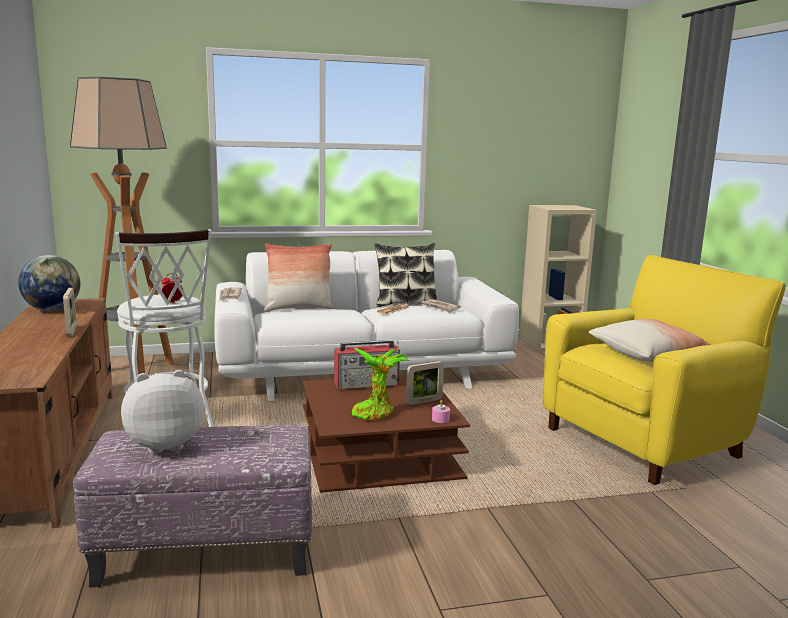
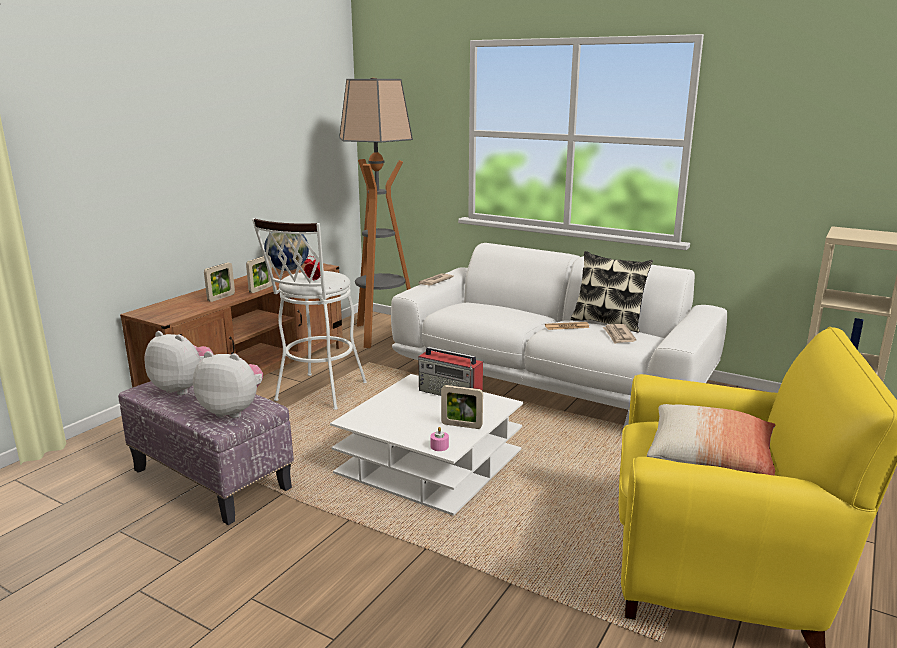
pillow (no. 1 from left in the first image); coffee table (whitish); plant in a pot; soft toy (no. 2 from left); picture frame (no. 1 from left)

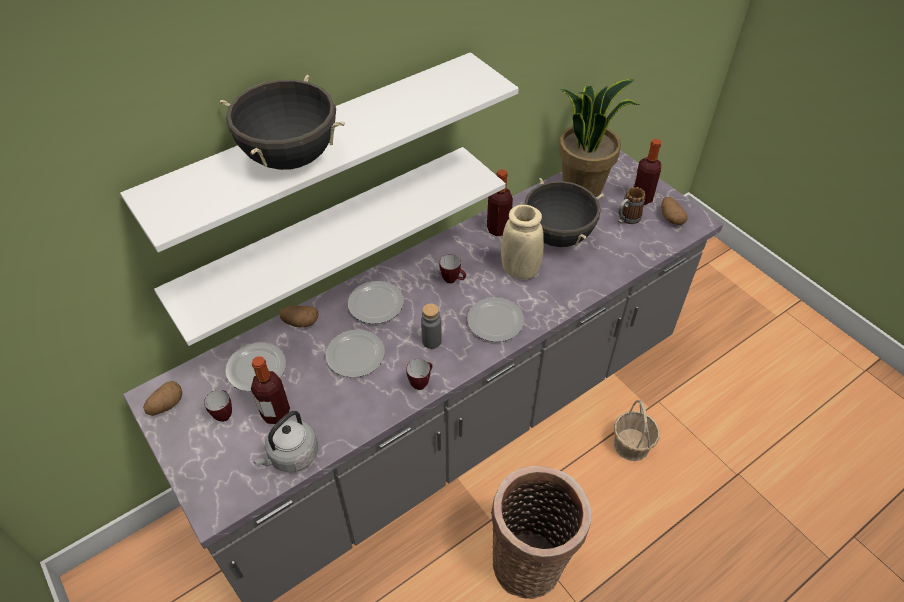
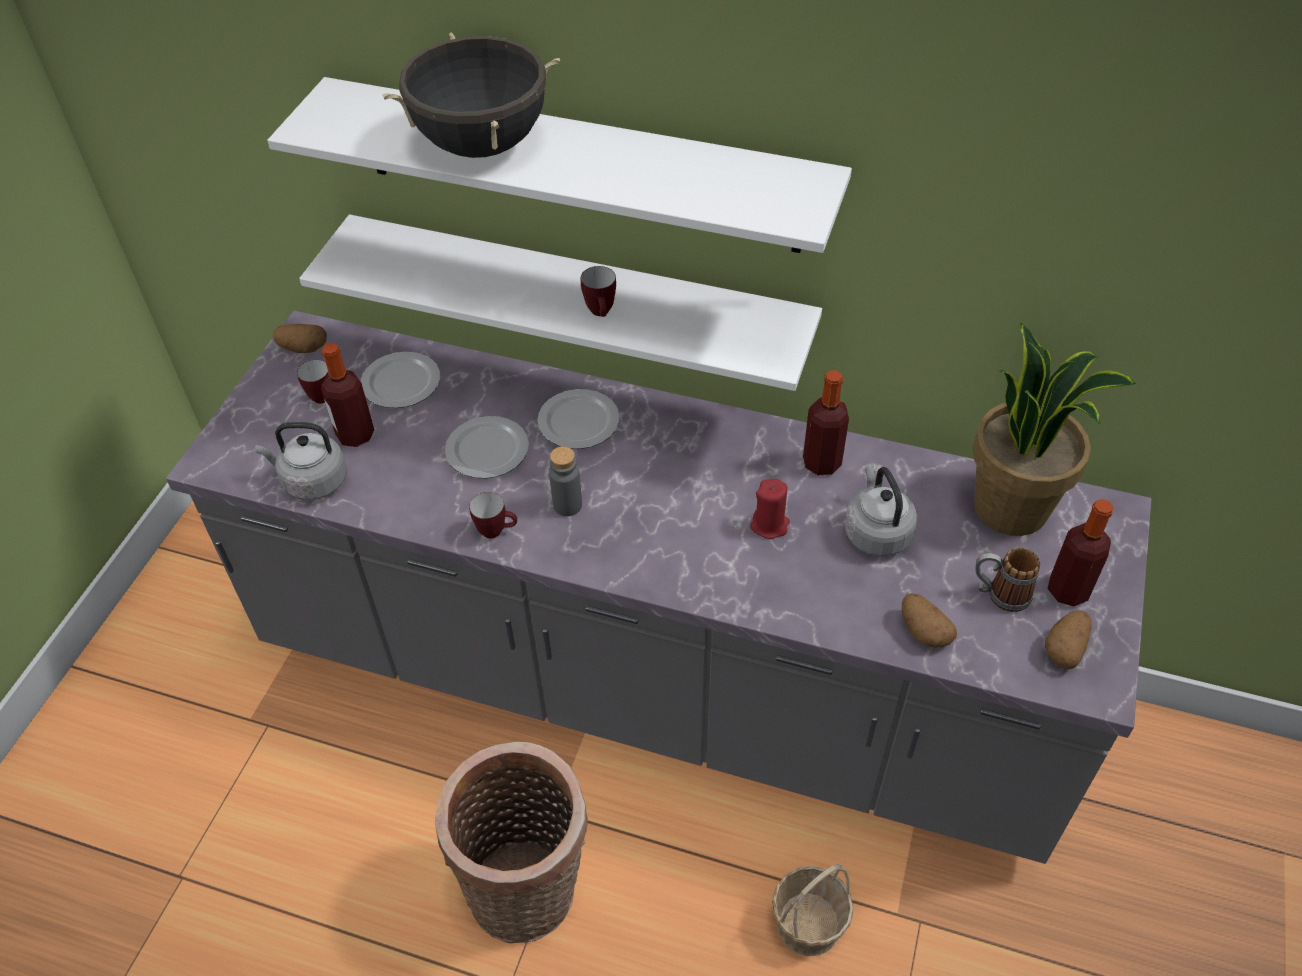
whole potato (no. 2 from left); coffee mug (no. 3 from left); flat dish (no. 4 from left in the first image); wax candle (red-coloured); kettle (gray) (no. 2 from left)

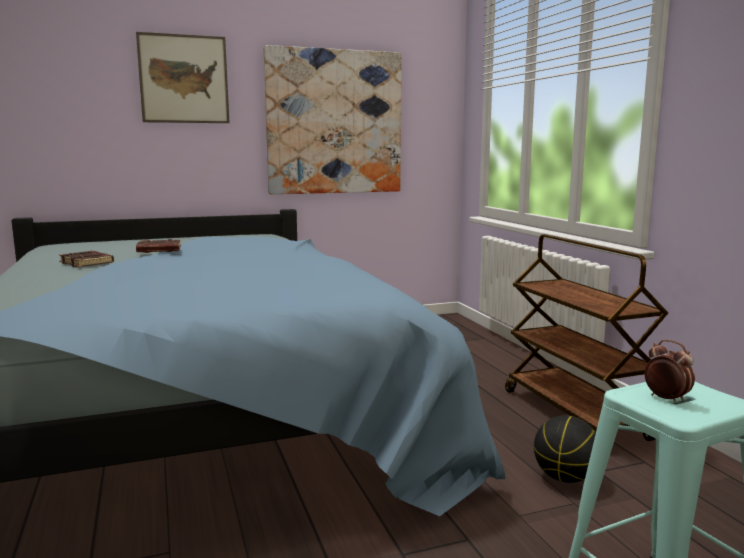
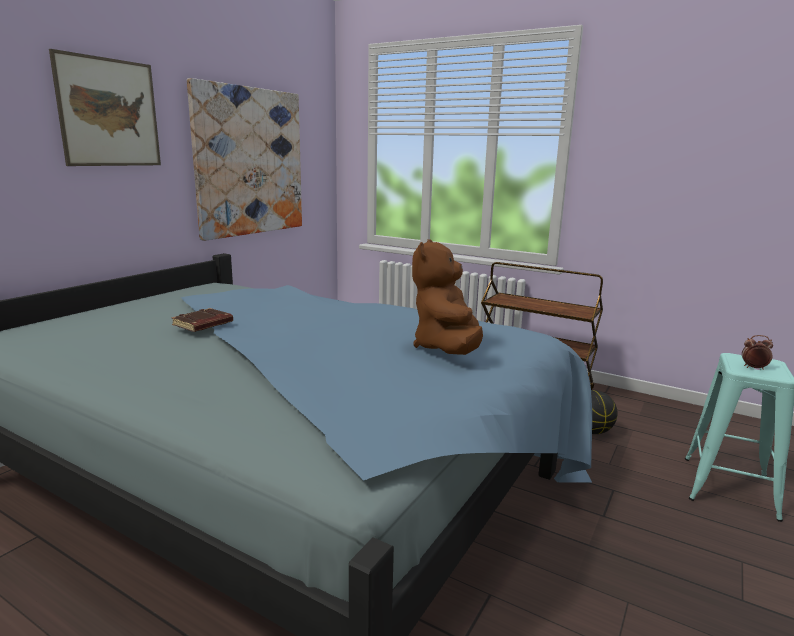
book (brown) (no. 1 from left in the first image); soft toy (brown)

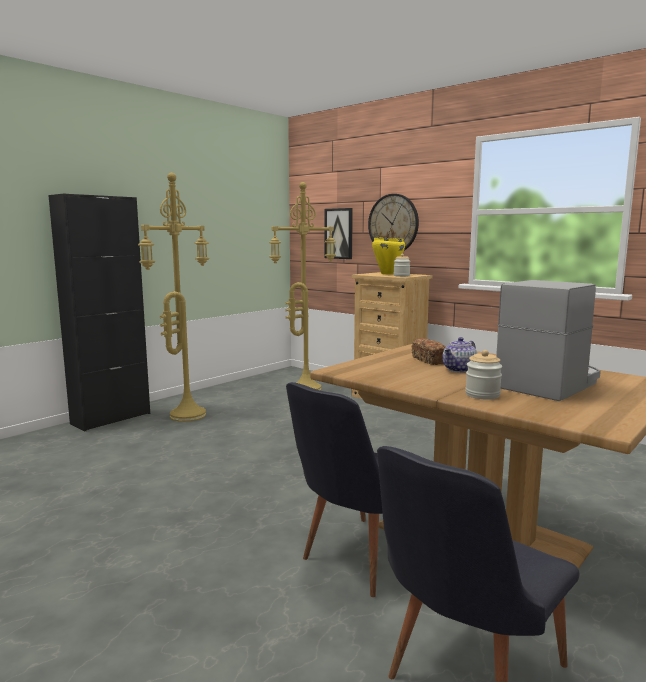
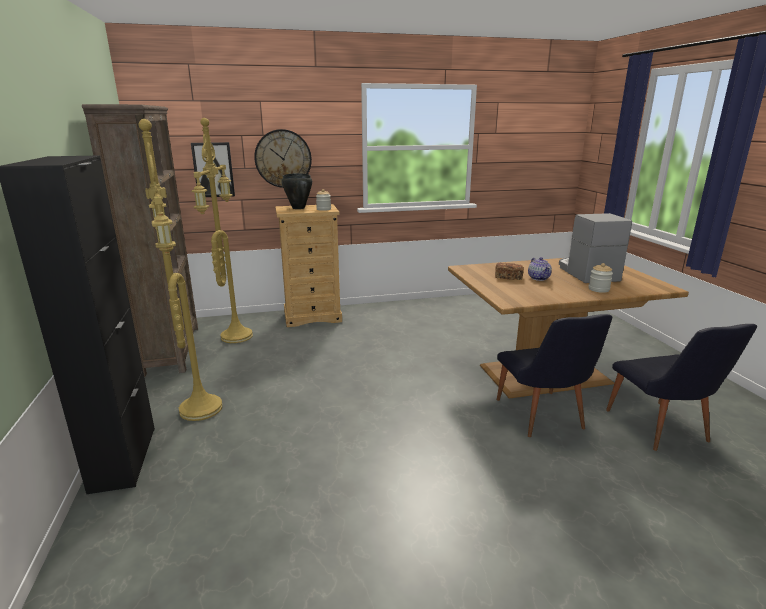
stockpot (blackish); shelving unit (brown)

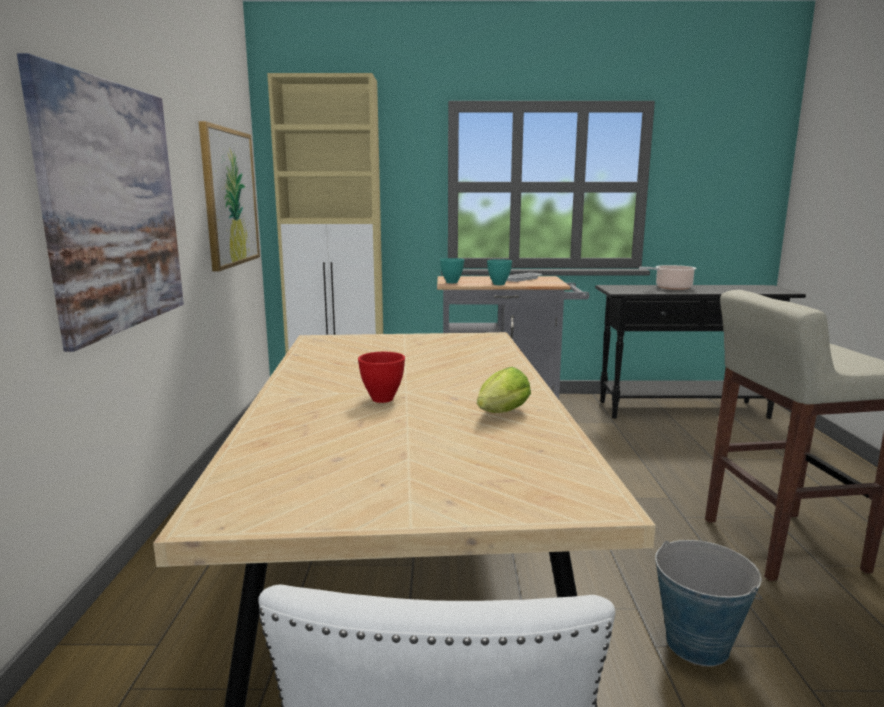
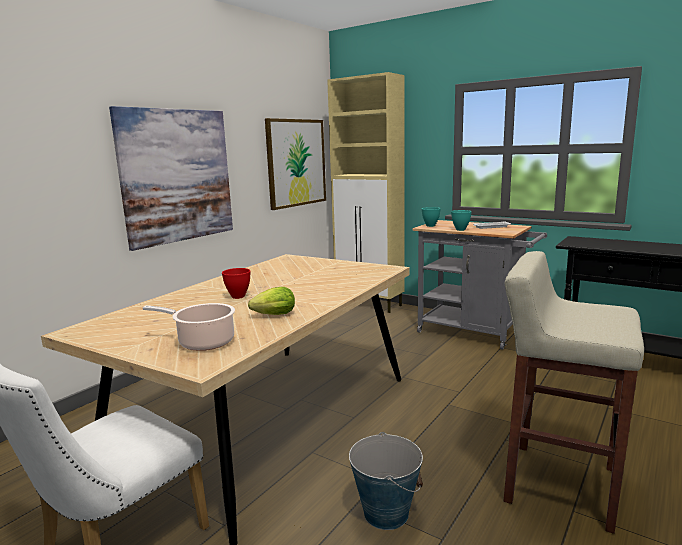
stockpot

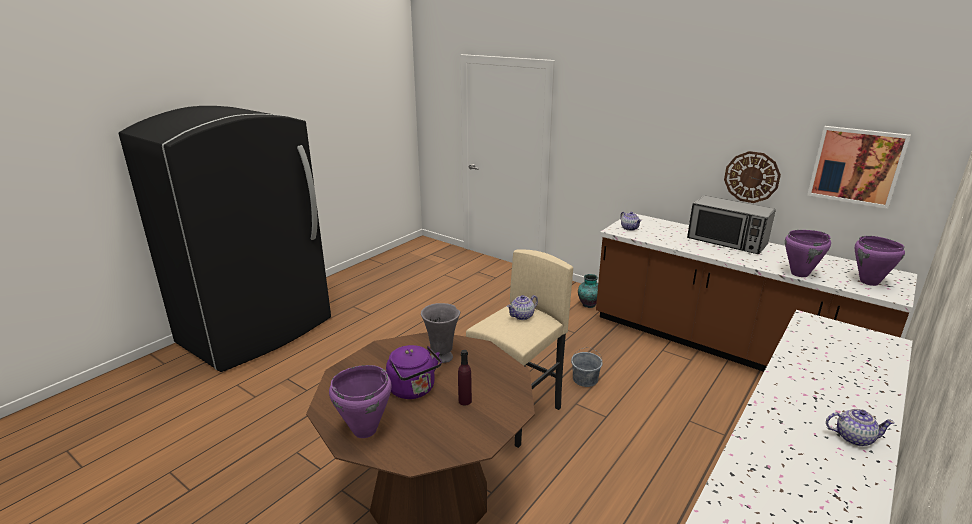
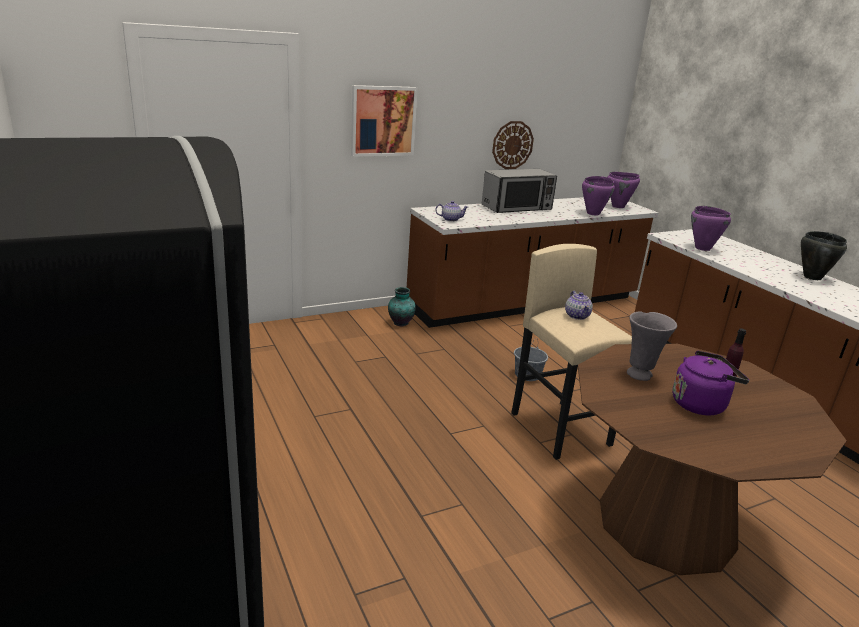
stockpot (purplish) (no. 3 from left); wall picture; stockpot (blackish)

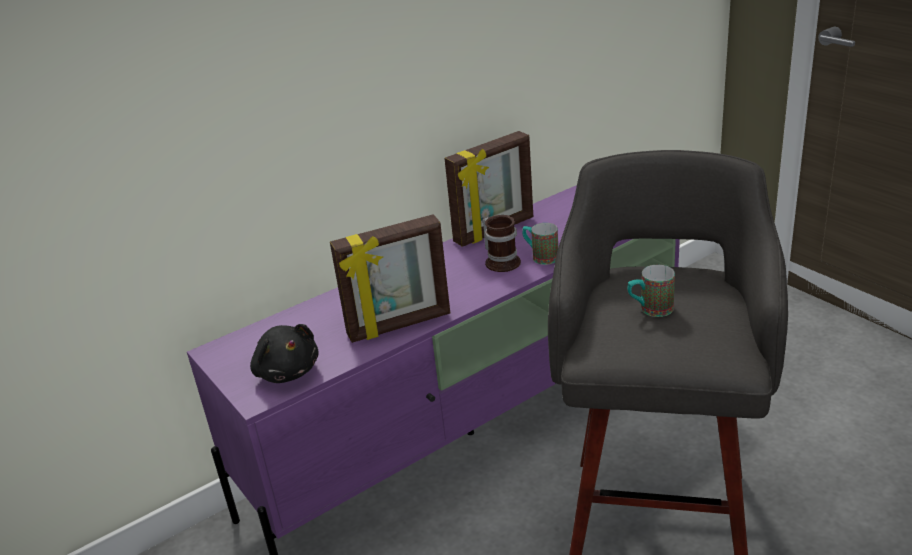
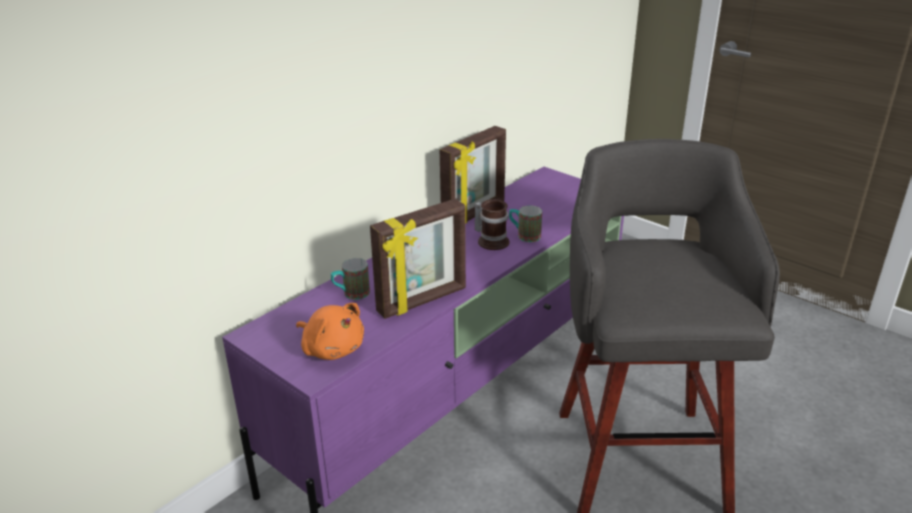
soft toy (orange); coffee mug (no. 1 from left)

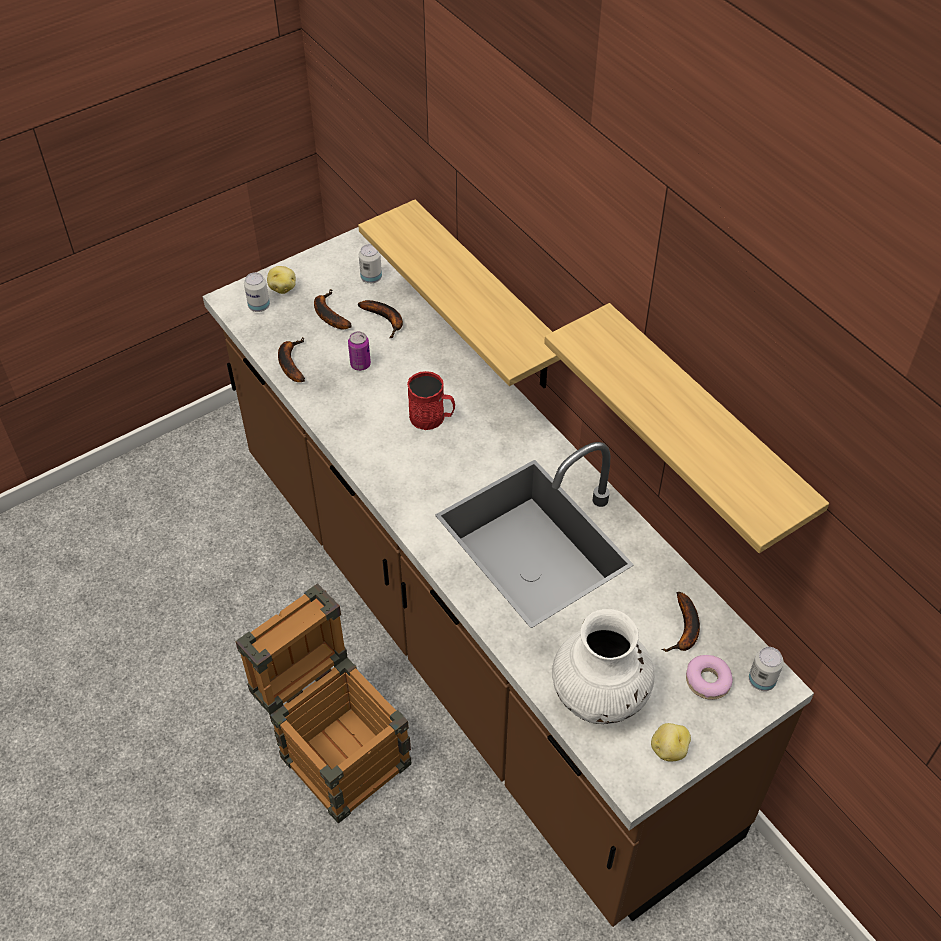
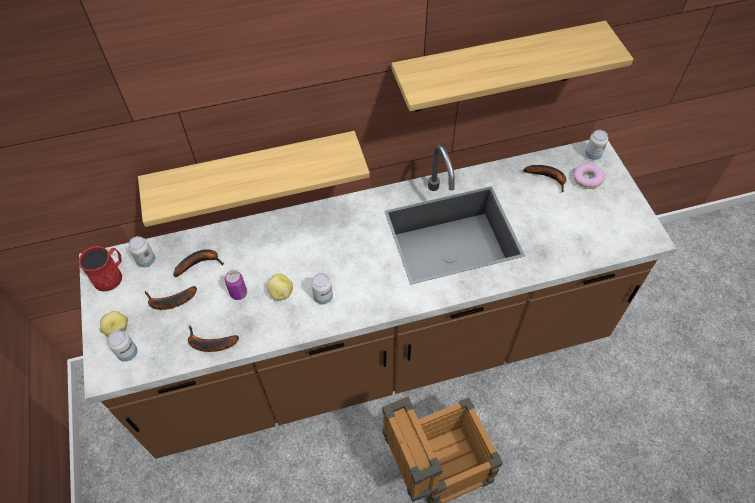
coffee mug (red-coloured); flower vase (whitish); whole potato (no. 2 from left); can (no. 4 from left)

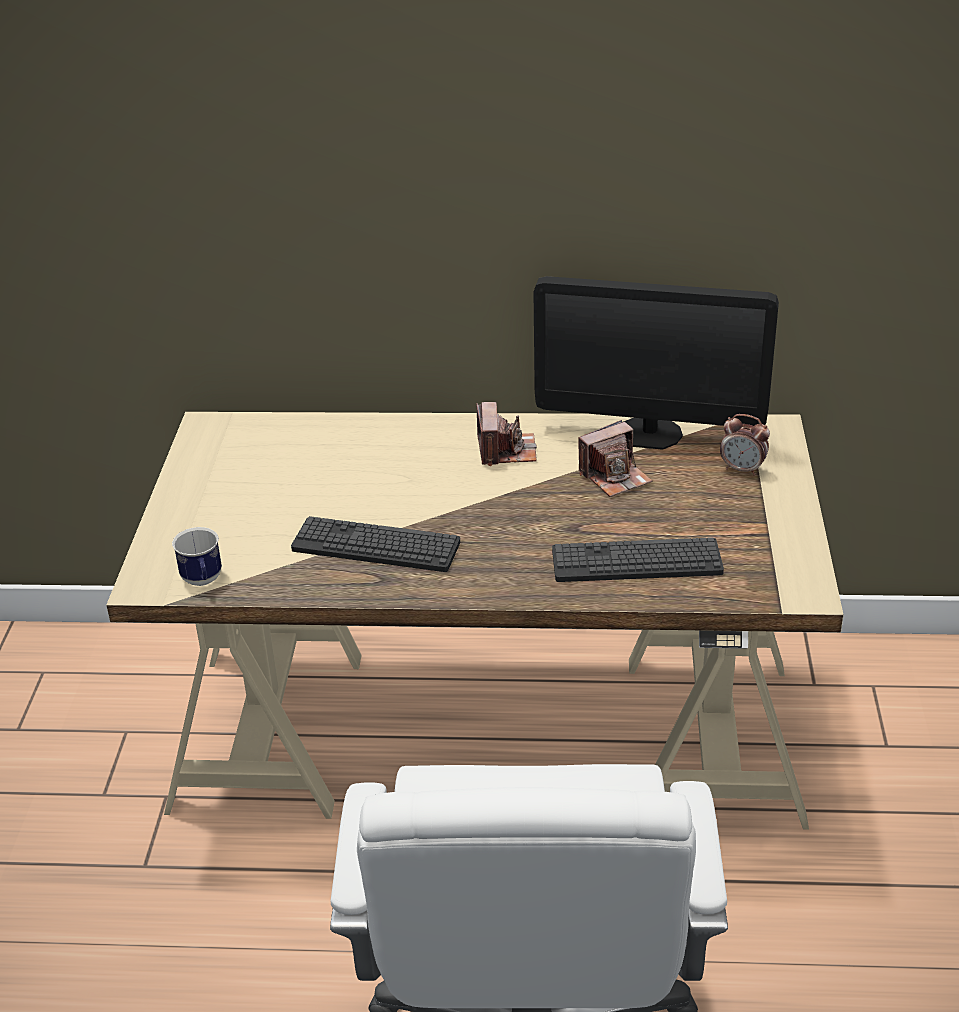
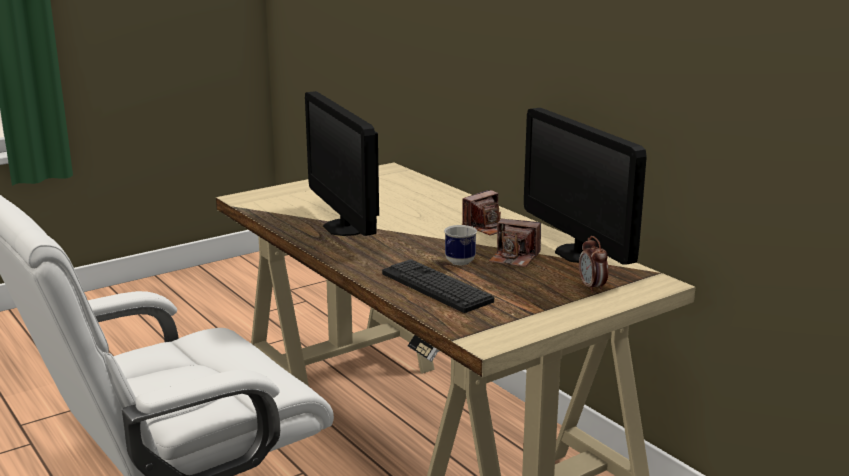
coffee mug; computer display (no. 1 from left)

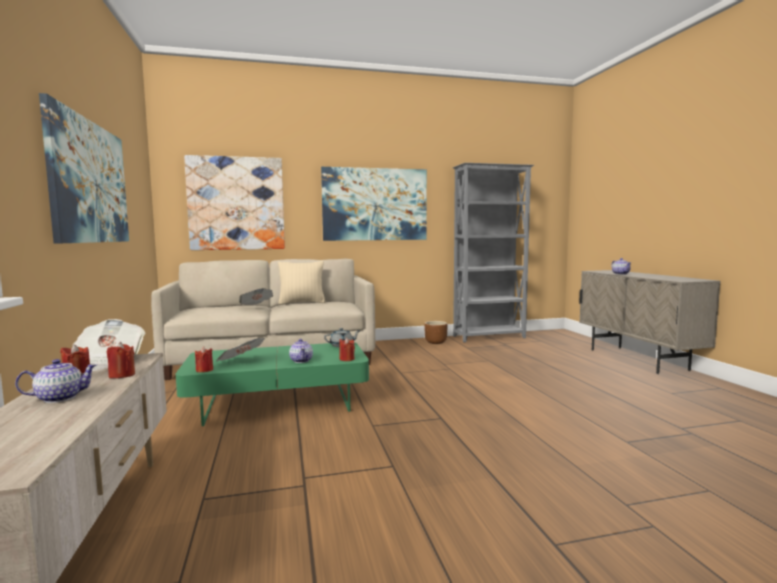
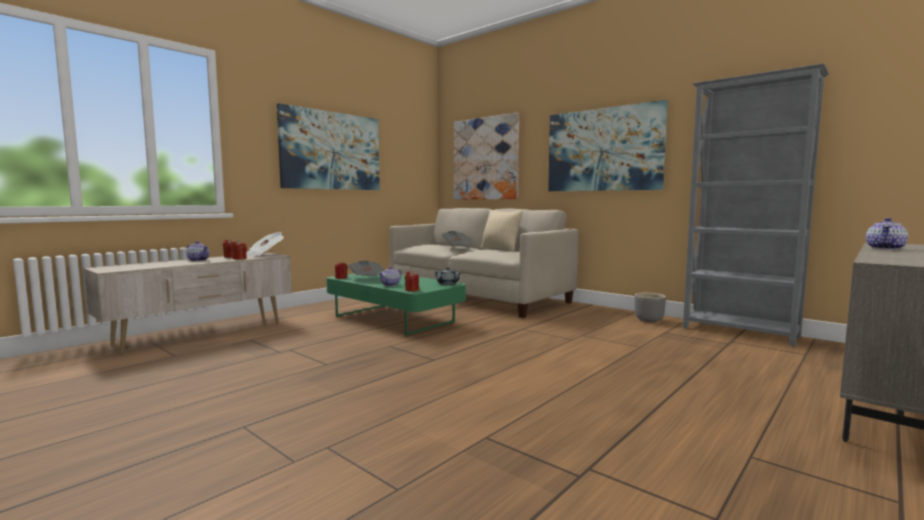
plant pot (gray)

